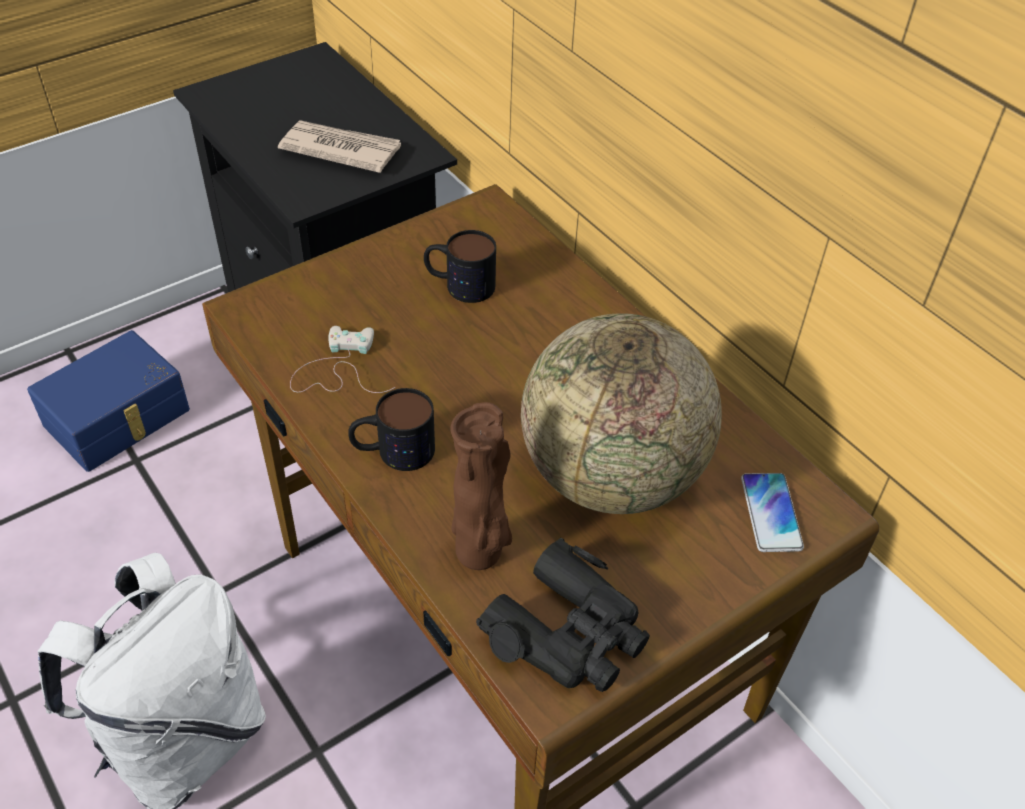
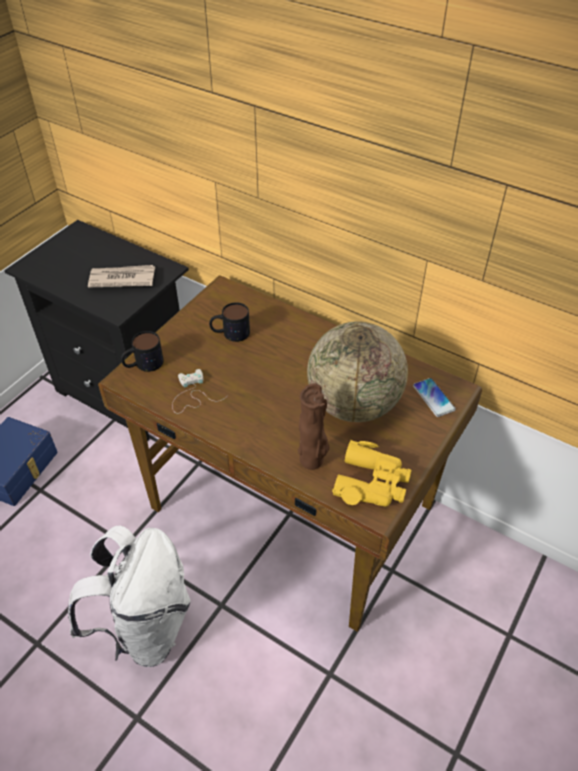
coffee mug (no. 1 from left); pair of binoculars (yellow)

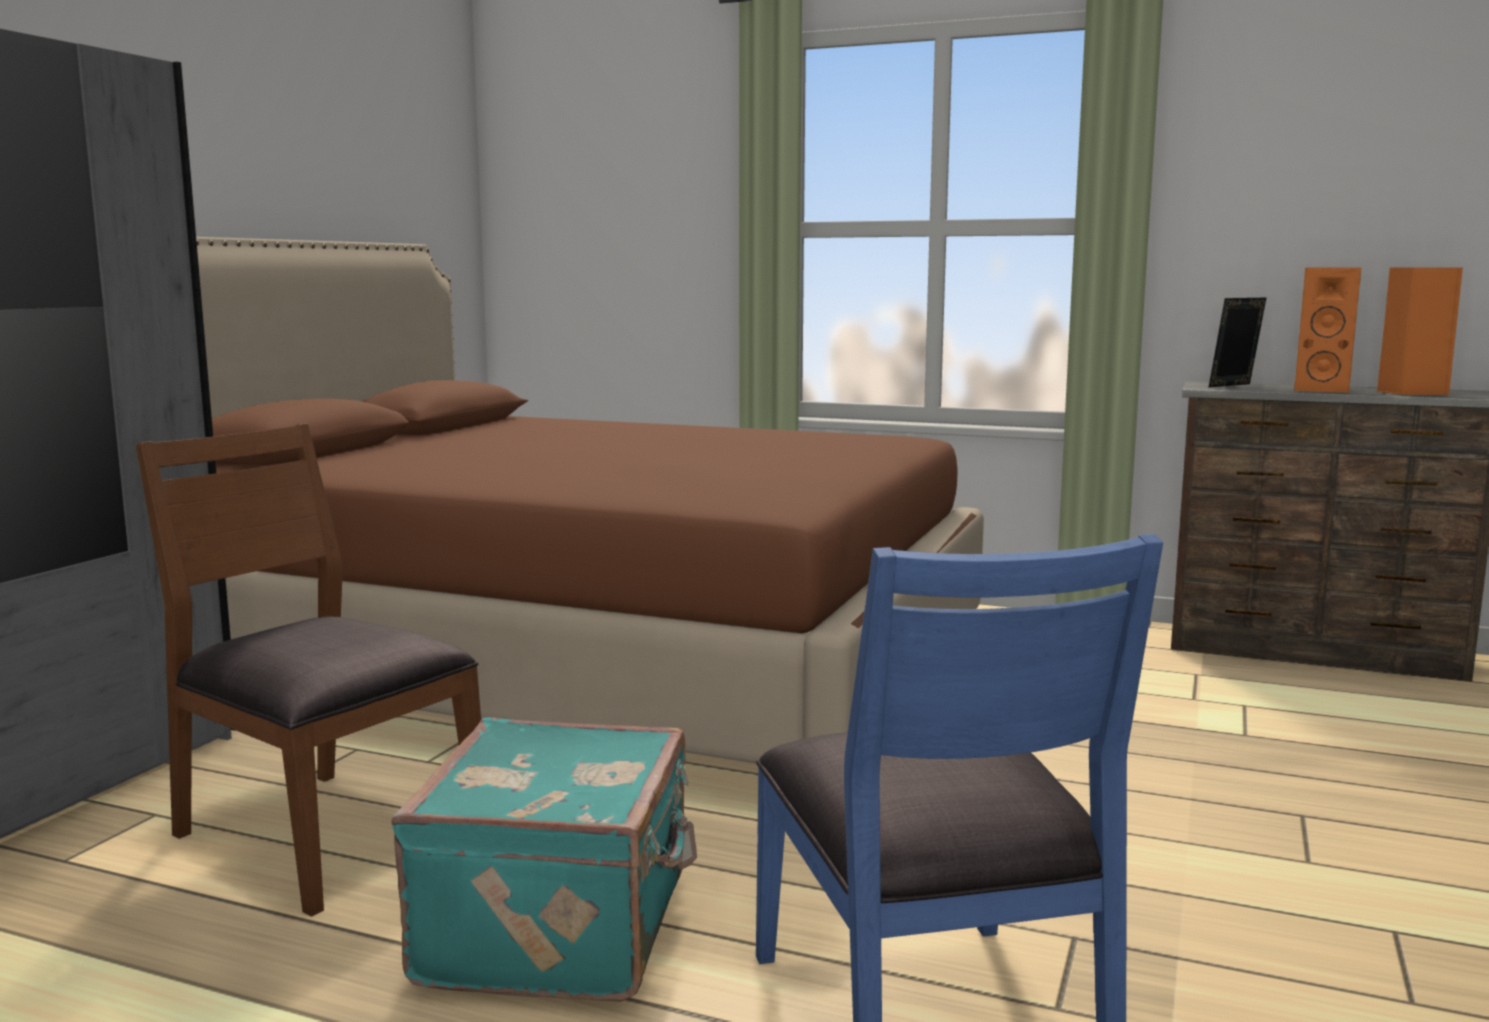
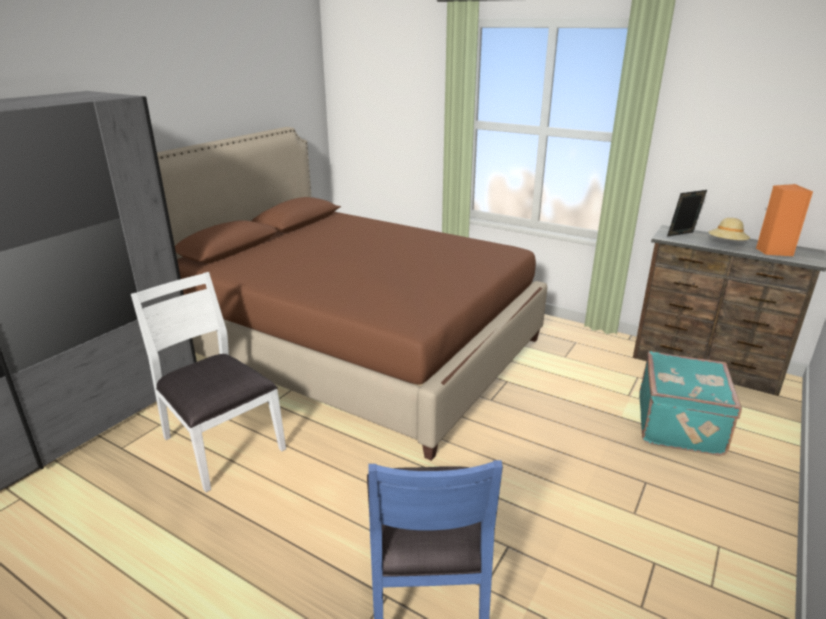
plain chair (whitish); travel case (blue-green); hat (beige)

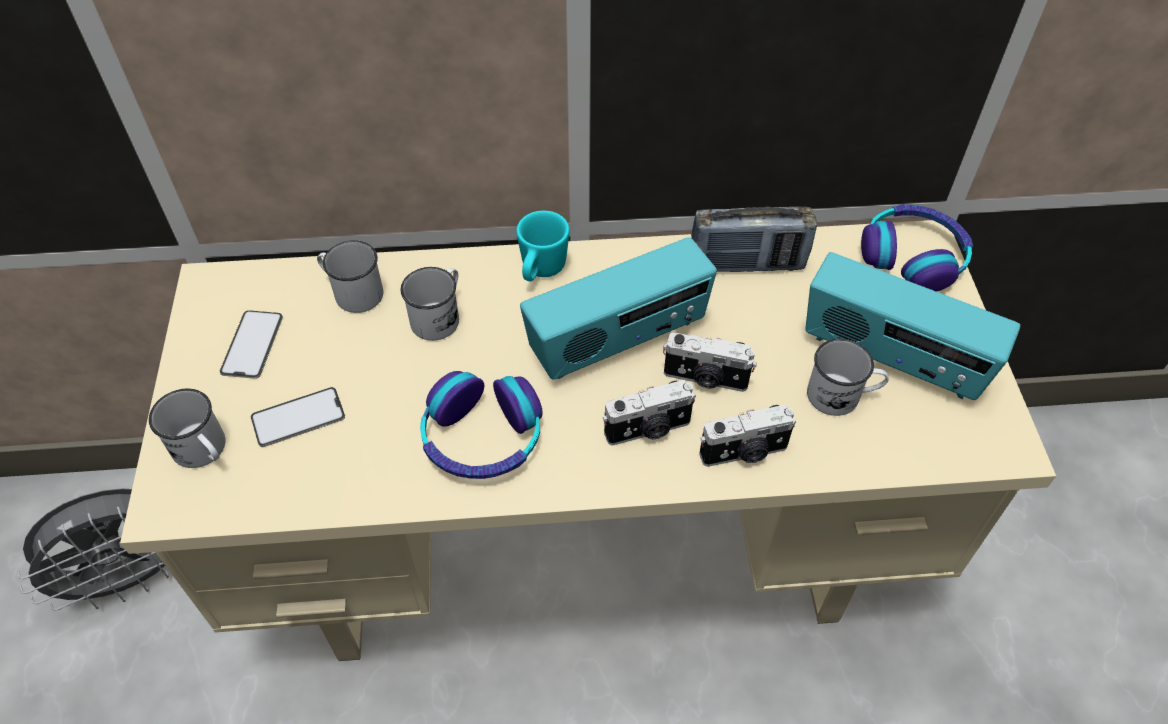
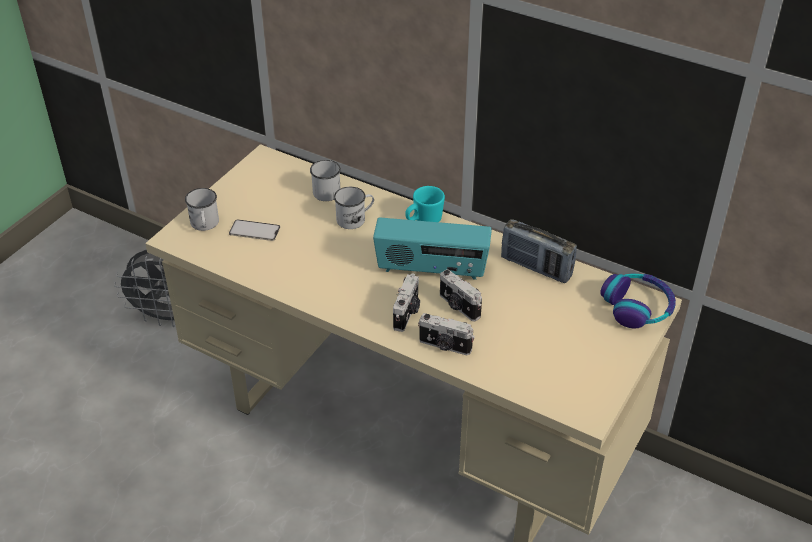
phone (no. 1 from left in the first image); pair of headphones (no. 1 from left in the first image); still camera (no. 1 from left); radio receiver (no. 3 from left in the first image); coffee mug (whitish) (no. 4 from left in the first image)

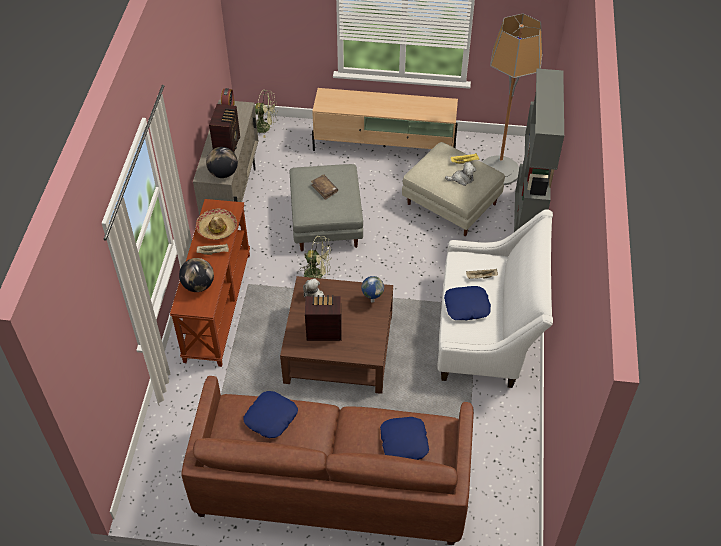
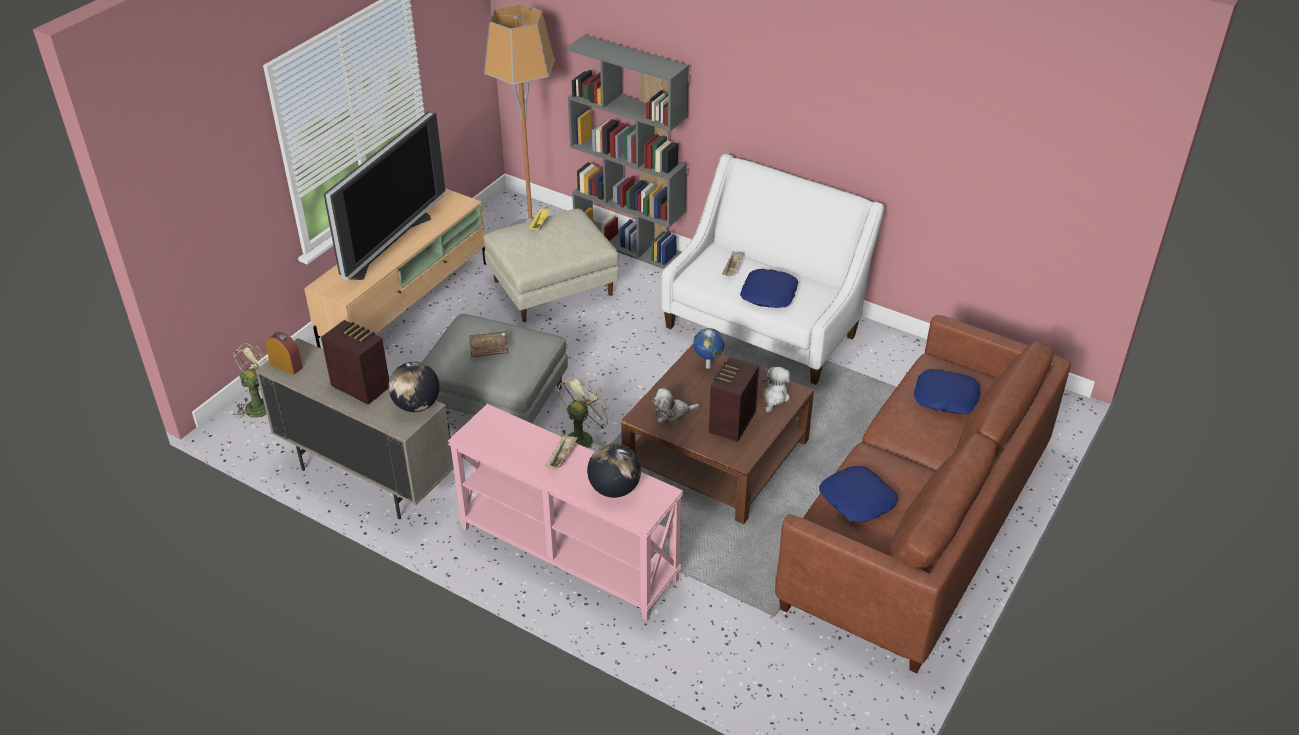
hall table (pink); hat; soft toy (no. 2 from left); TV set

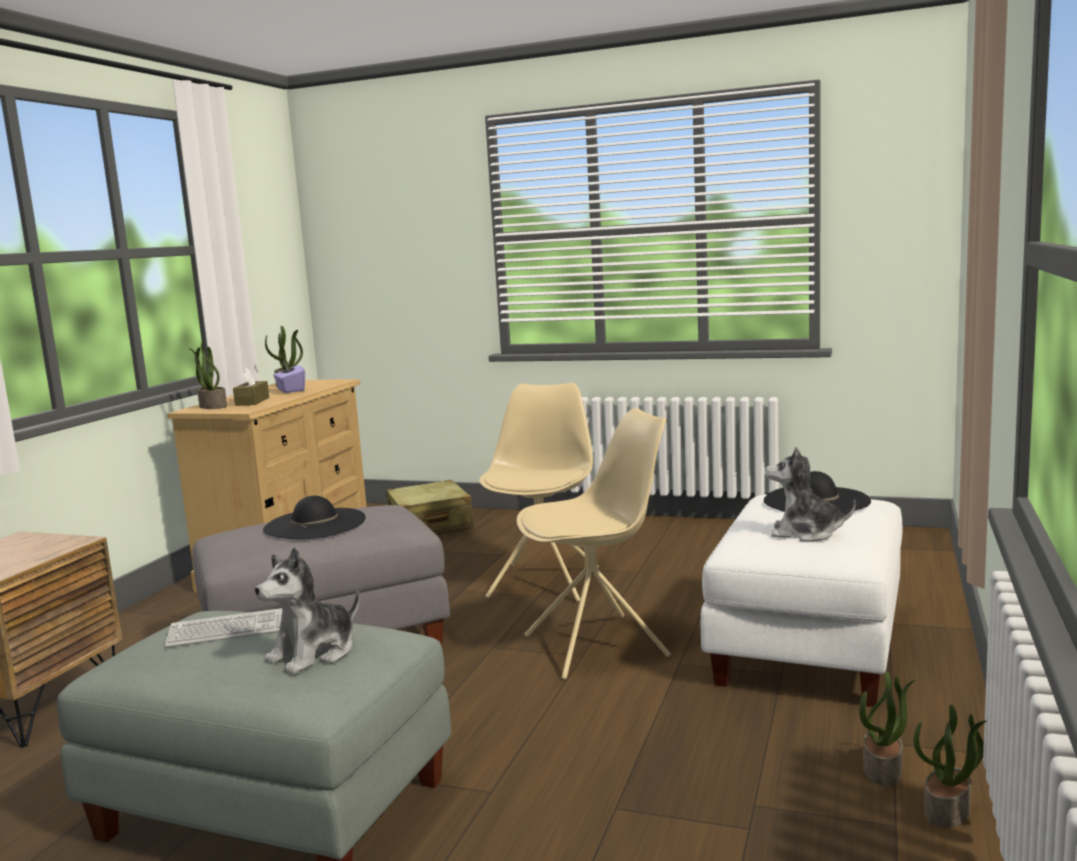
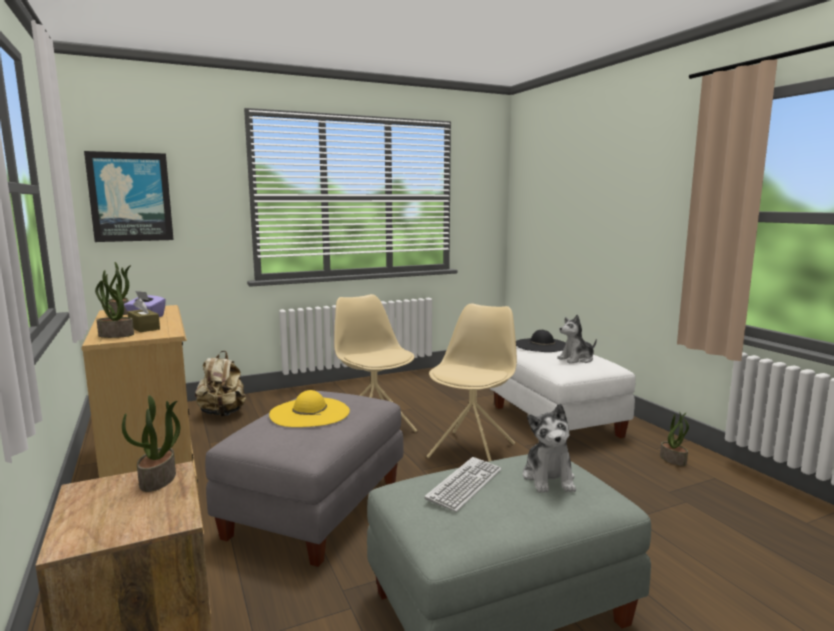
hat (yellow); knapsack (beige); plant in a pot (no. 3 from left); wall picture

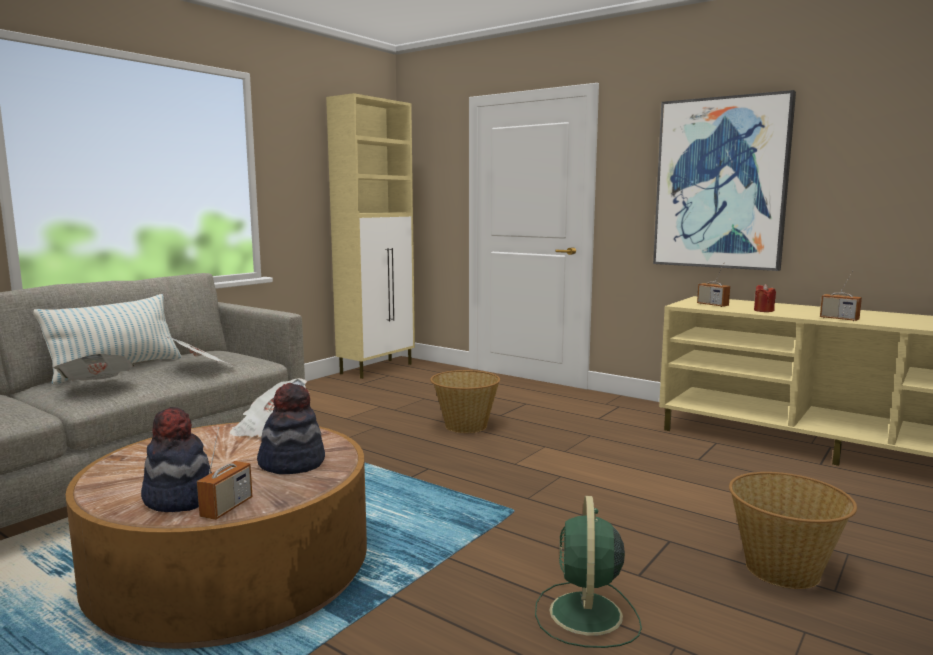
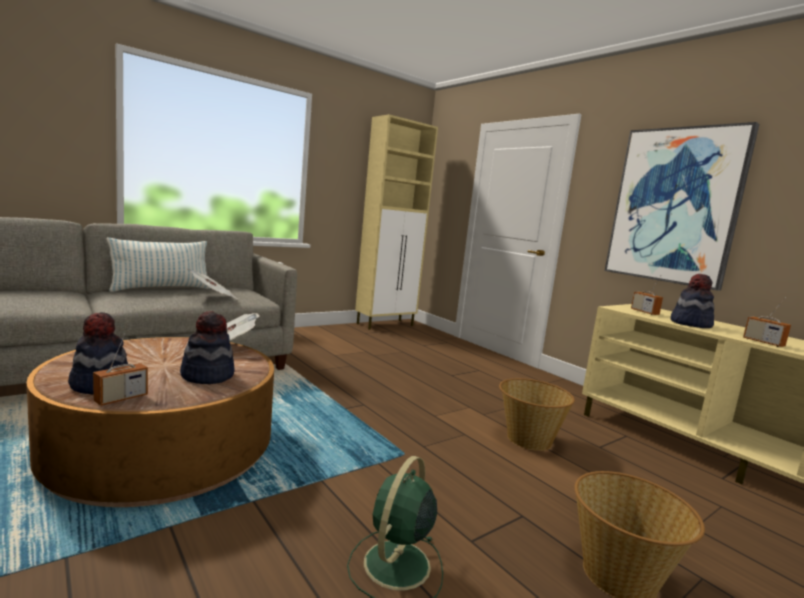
daily paper (no. 1 from left in the first image); storage basket (no. 1 from left); hat (no. 3 from left)

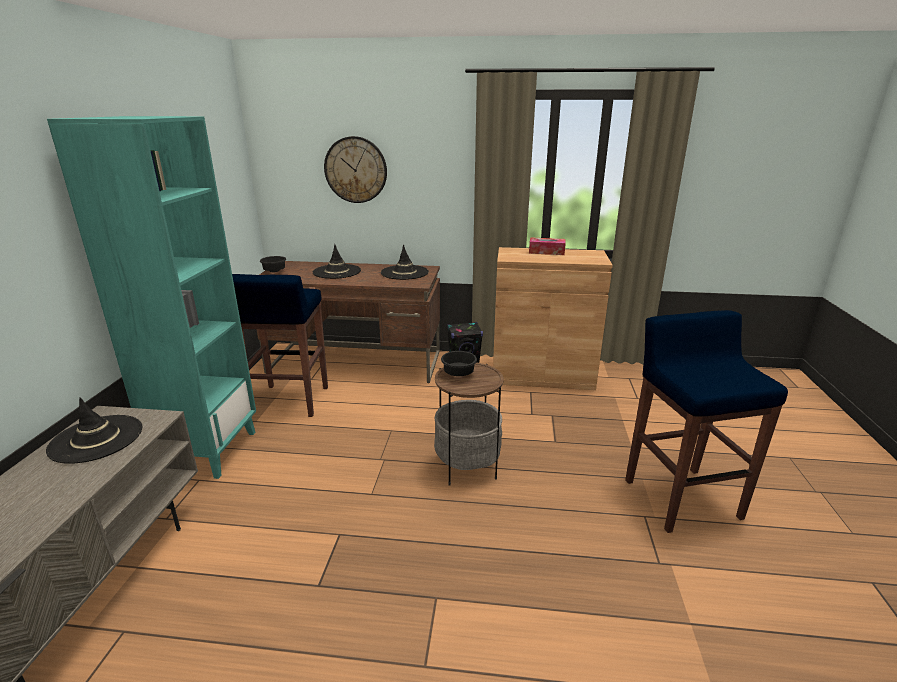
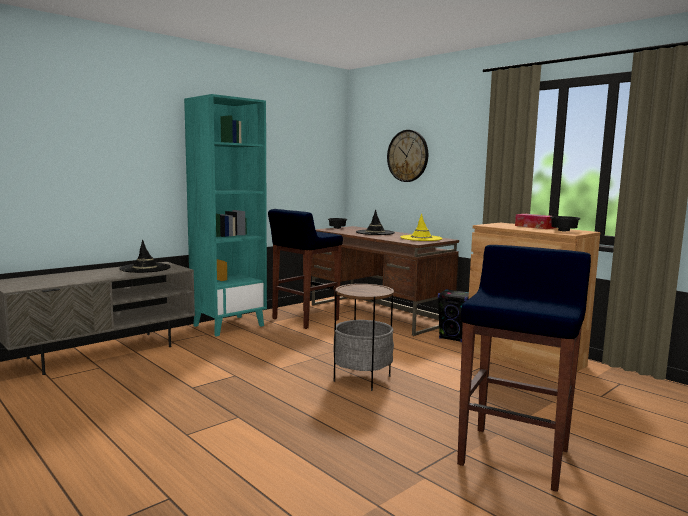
hat (yellow); deep dish (blackish) (no. 2 from left)

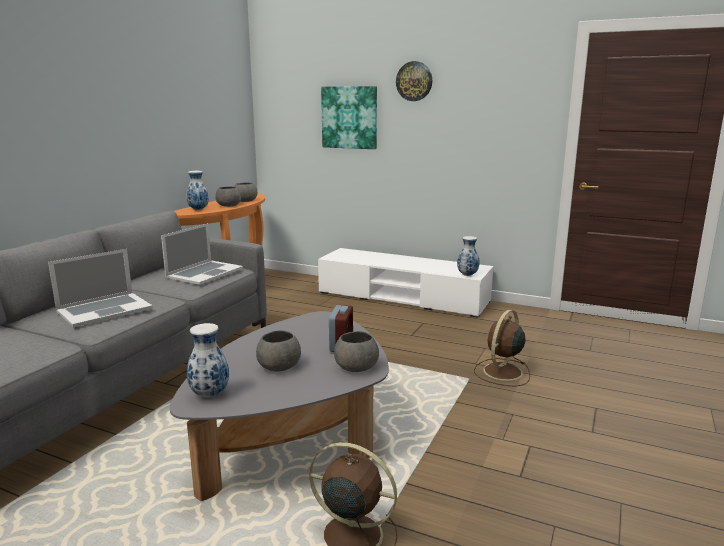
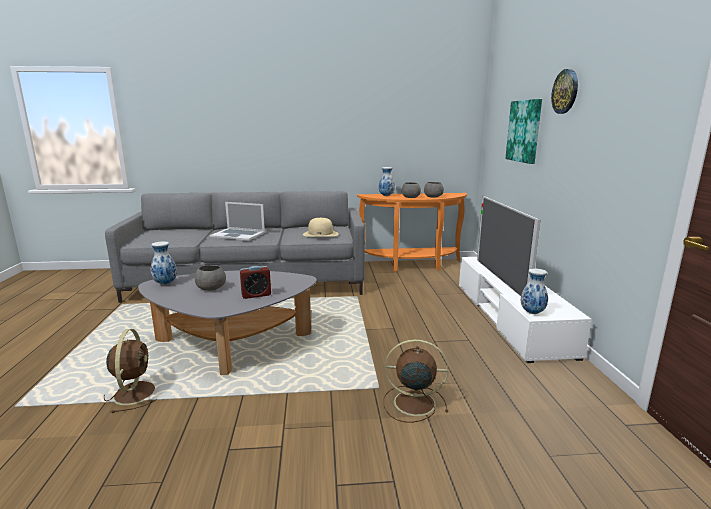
hat (beige); deep dish (gray) (no. 4 from left in the first image); TV set

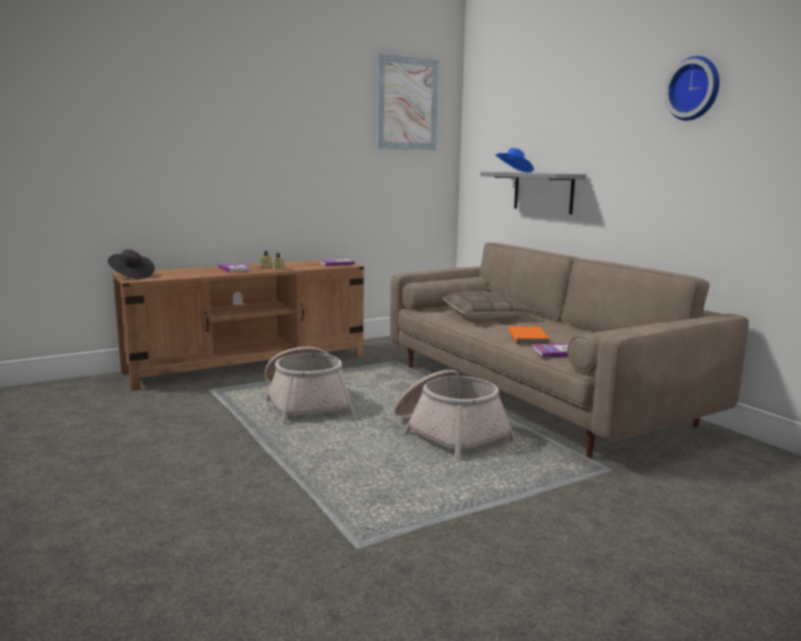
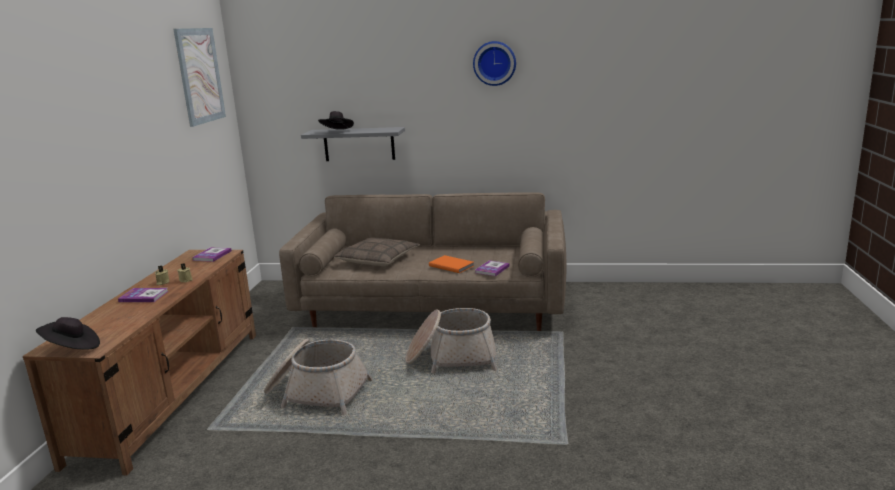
hat (blackish) (no. 2 from left)

